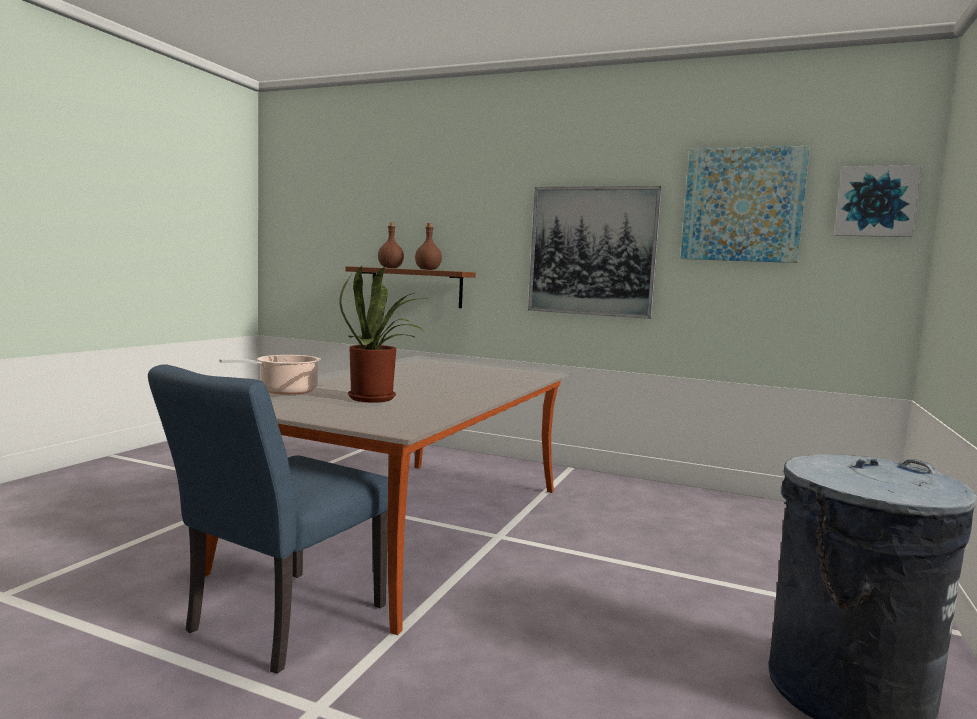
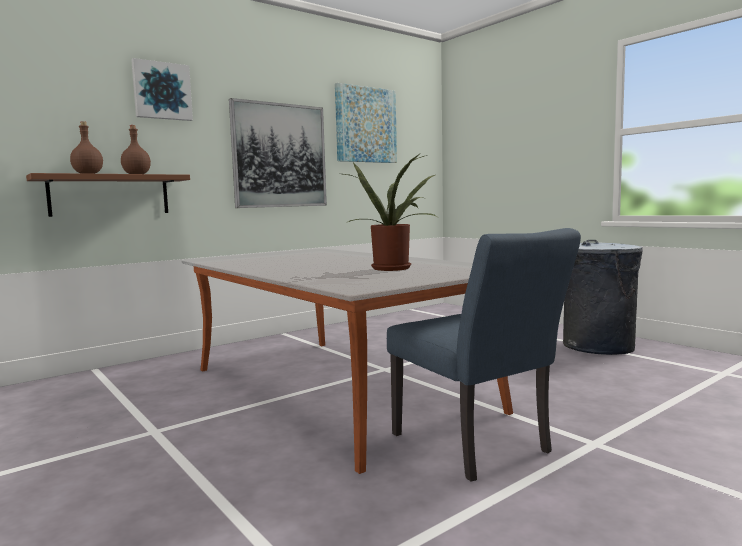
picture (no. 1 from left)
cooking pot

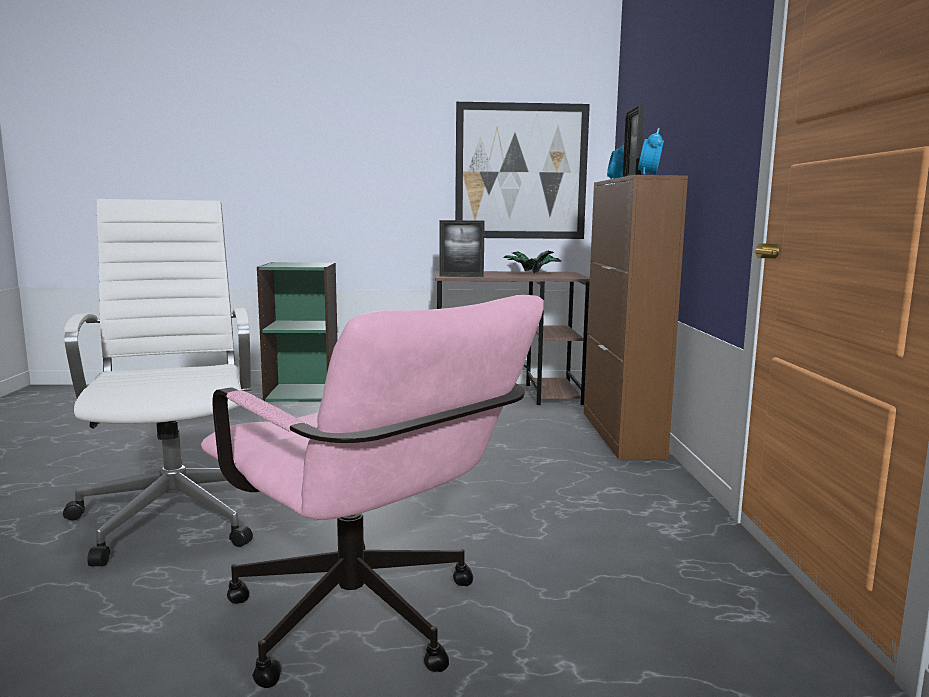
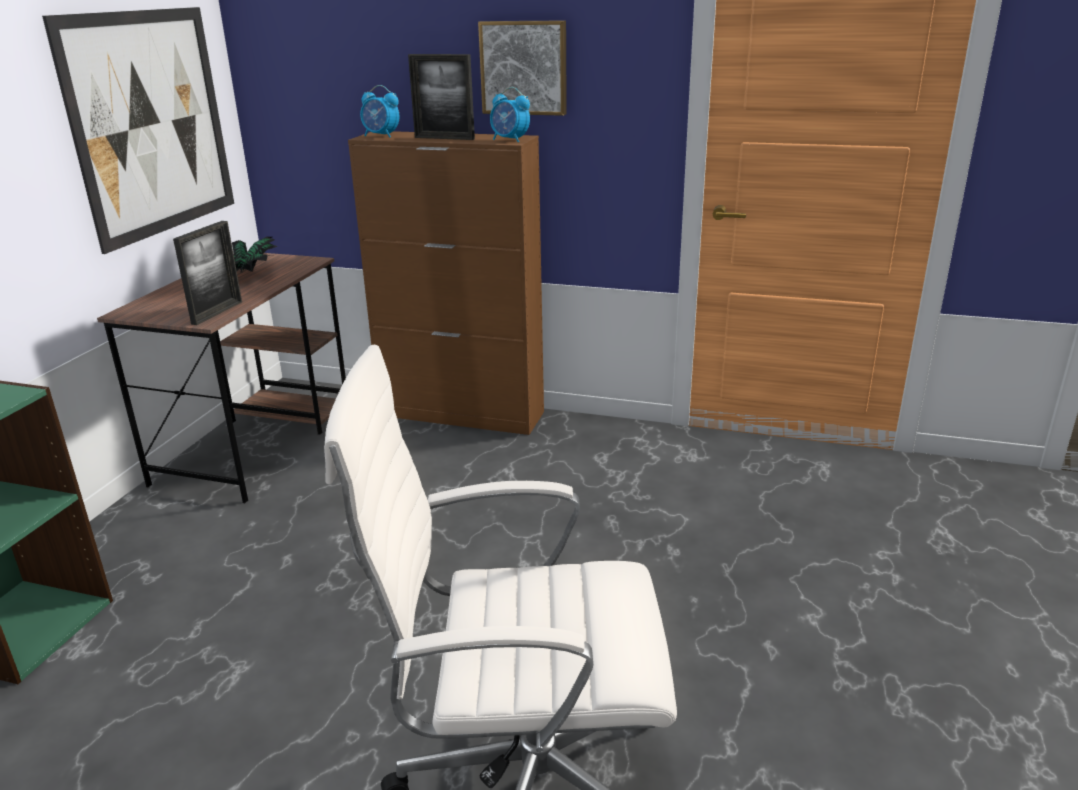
office chair/pink
picture (no. 2 from left)

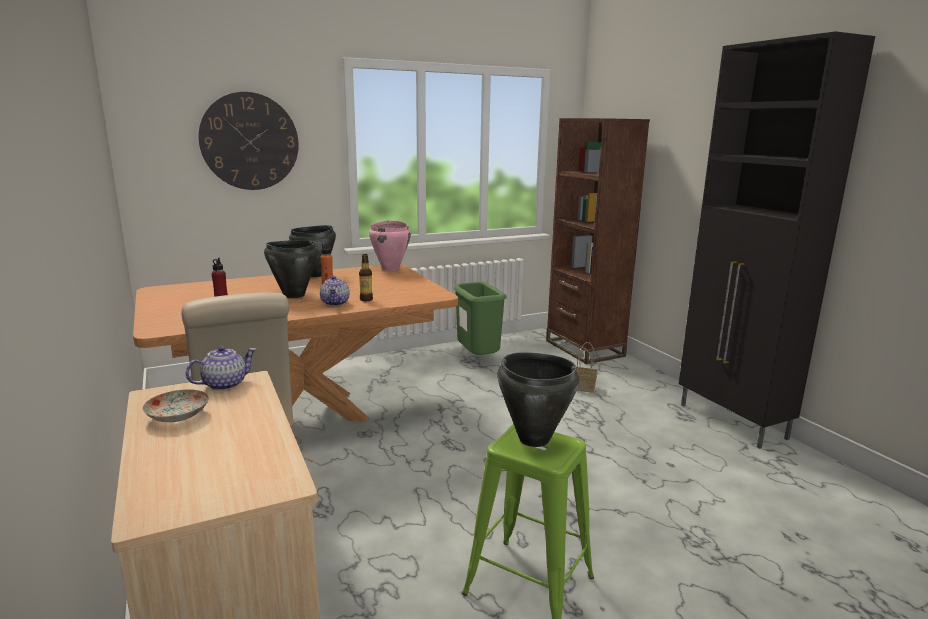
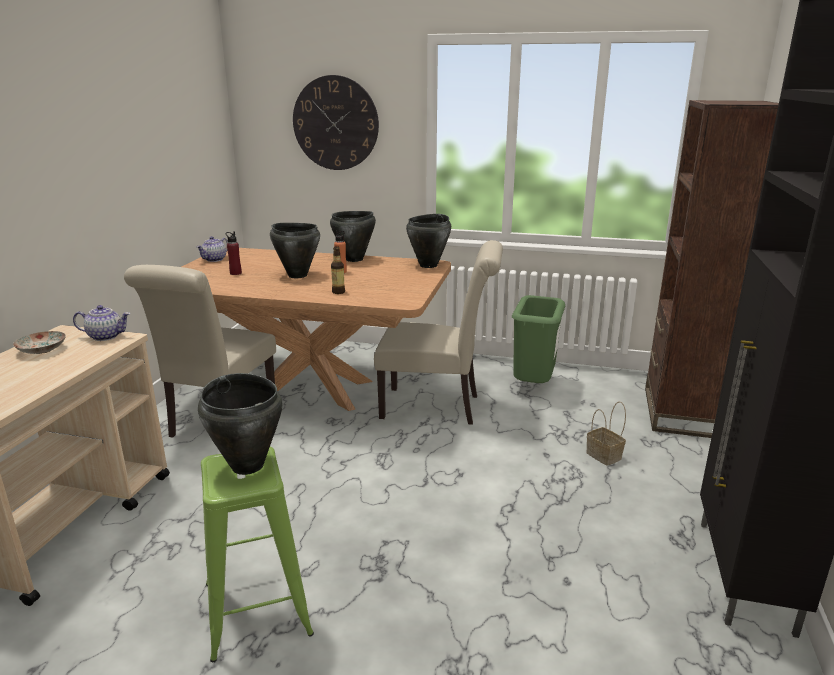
cooking pot/black (no. 4 from left)
teapot (no. 2 from left)
chair/beige (no. 2 from left)

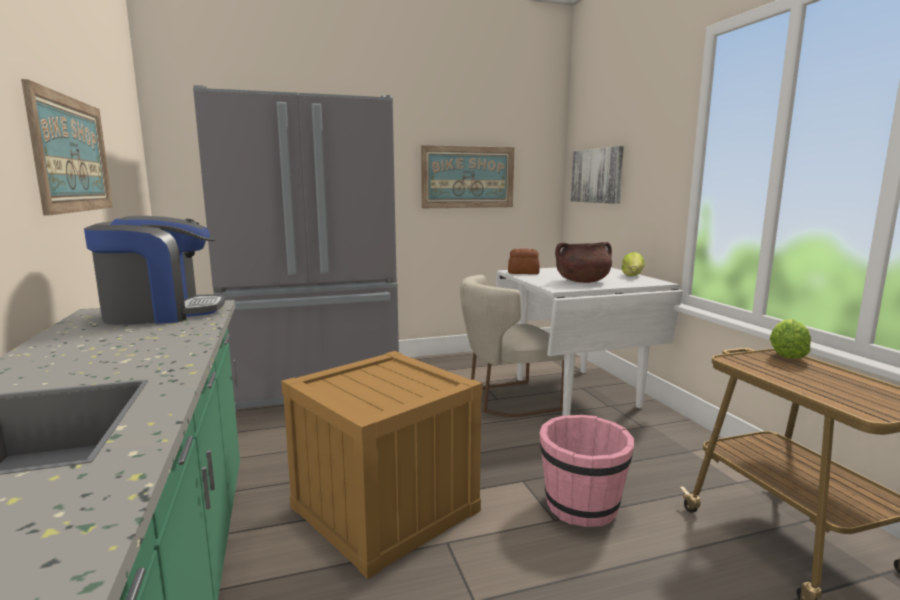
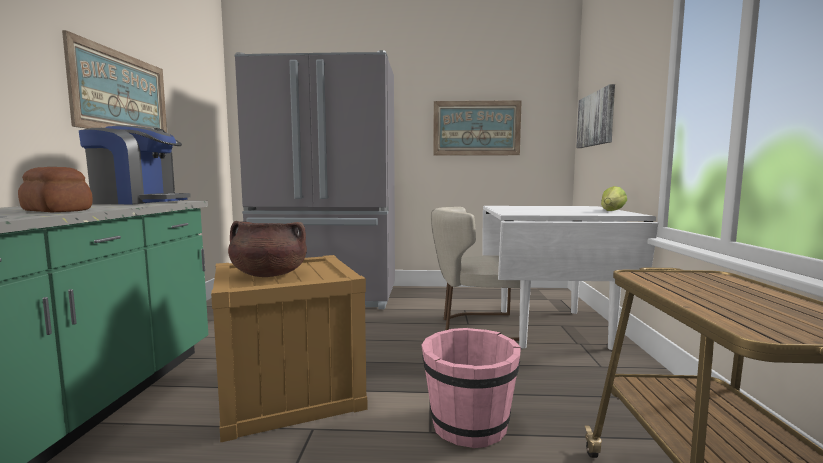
cooking pot/brown
bread
lettuce (no. 2 from left in the first image)

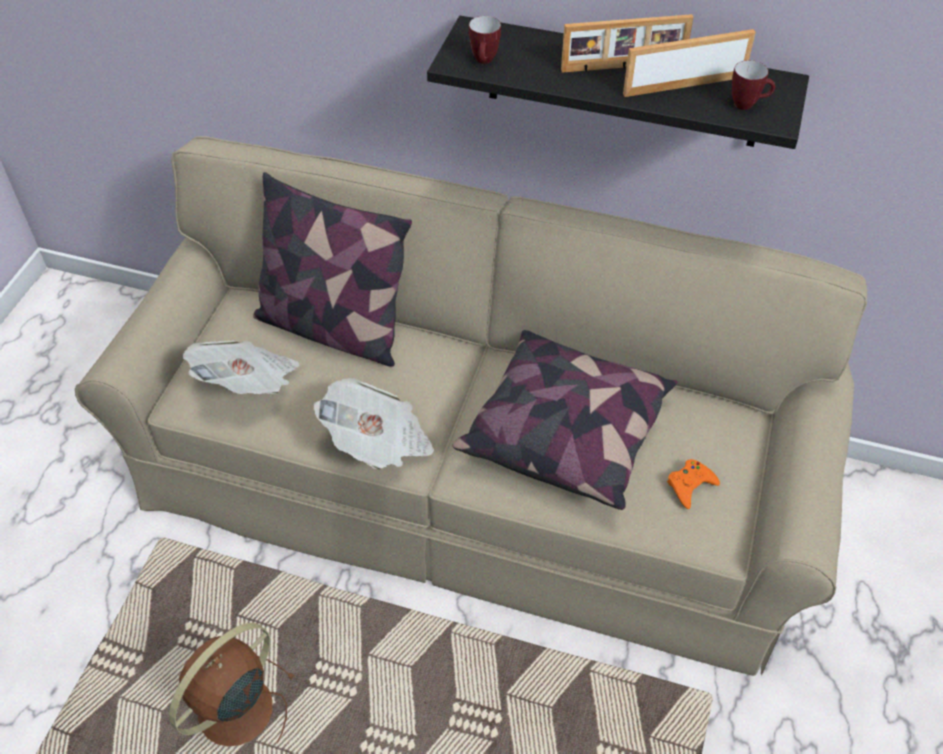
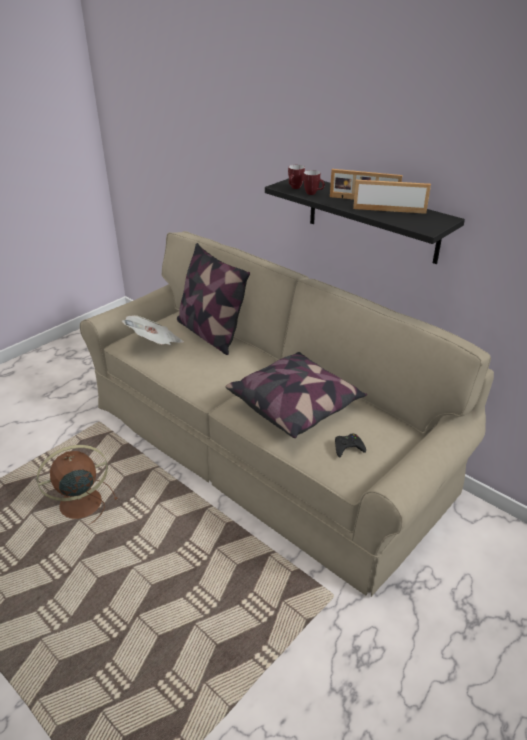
mug (no. 2 from left)
newspaper (no. 2 from left in the first image)
game controller/black

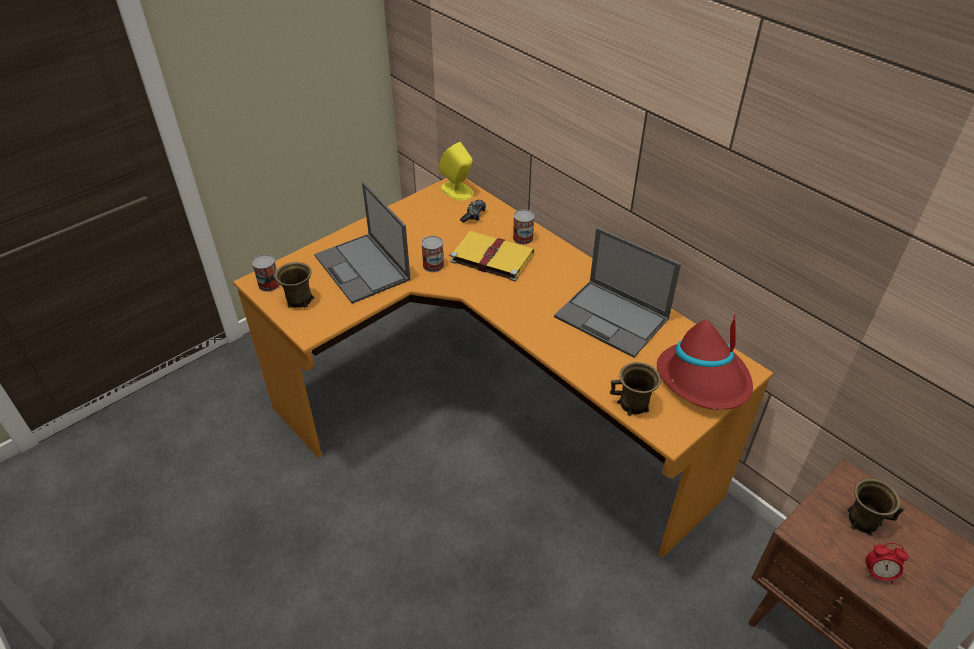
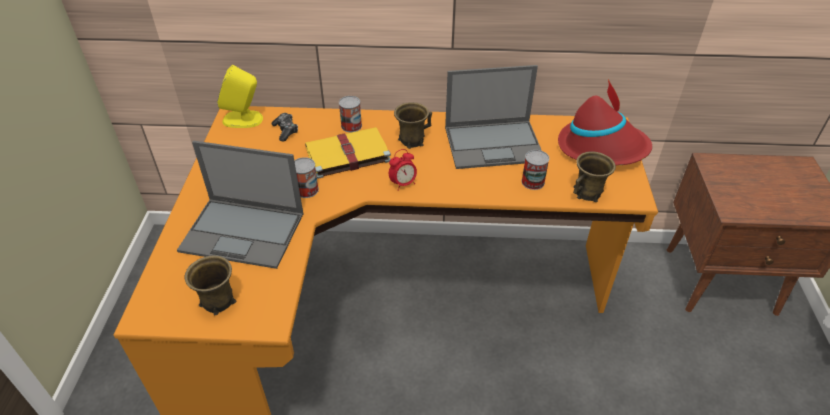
can (no. 3 from left)
mug/brown (no. 2 from left)
alarm clock

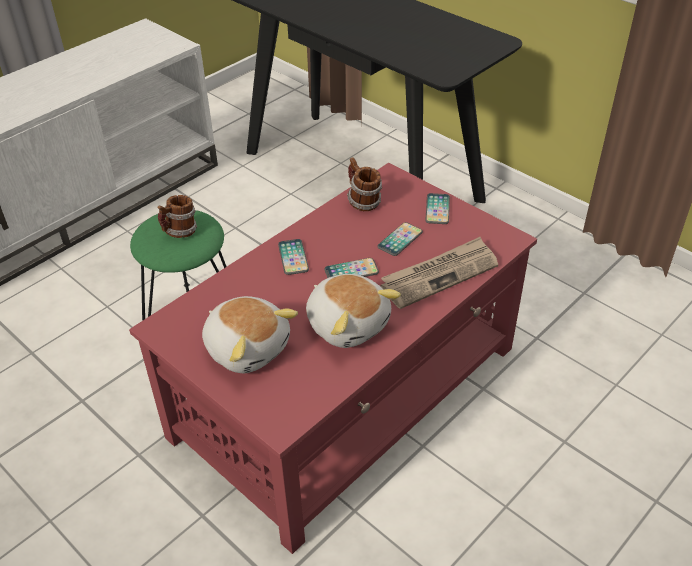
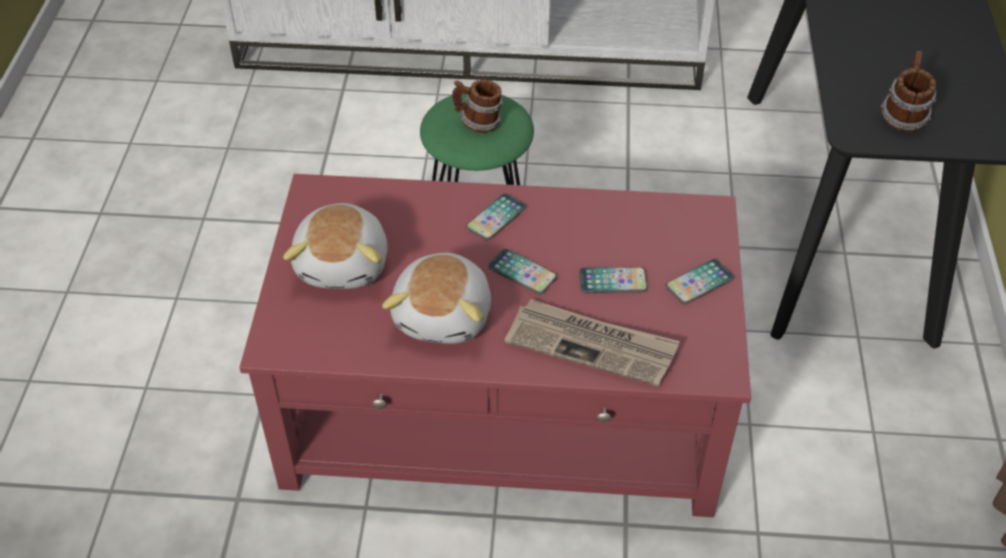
mug (no. 2 from left)

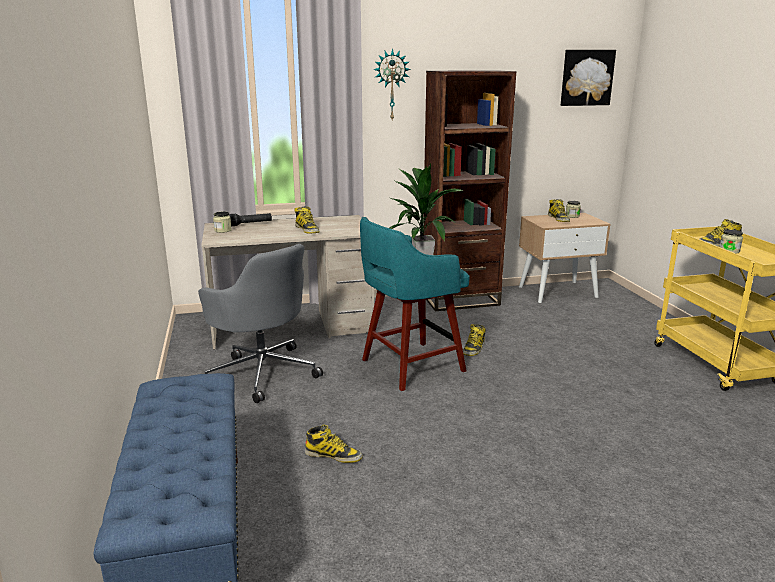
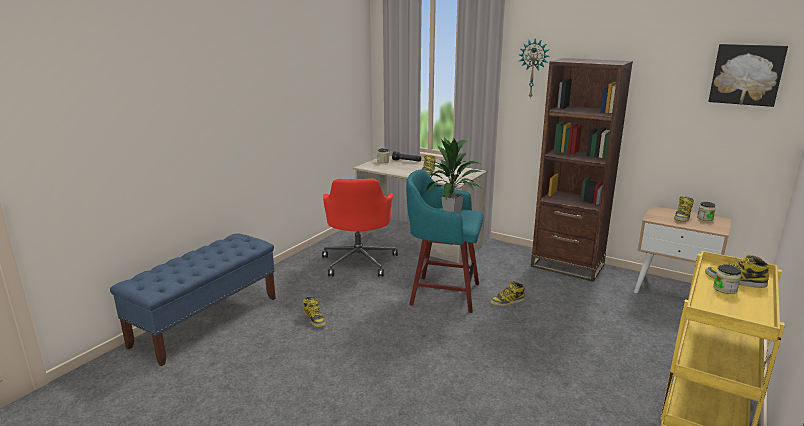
office chair/red

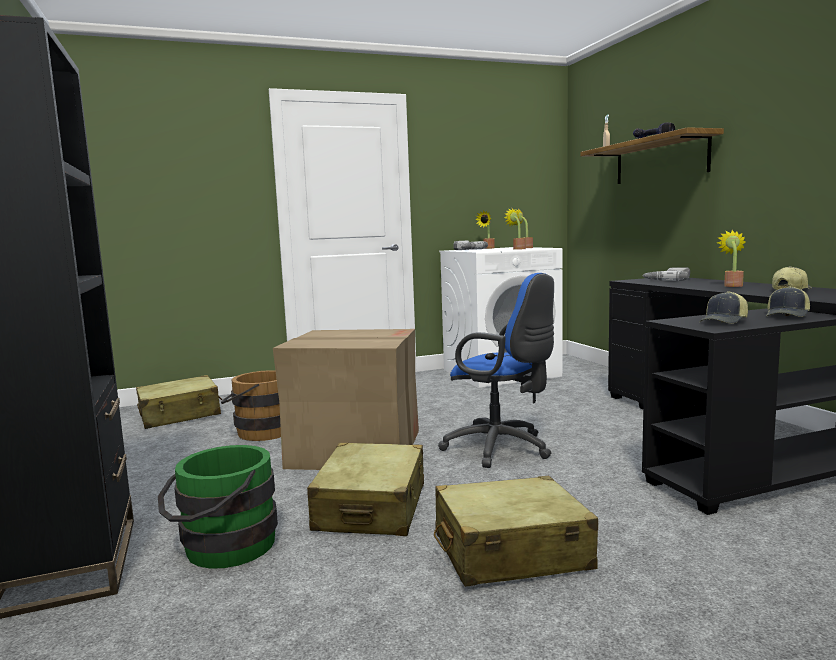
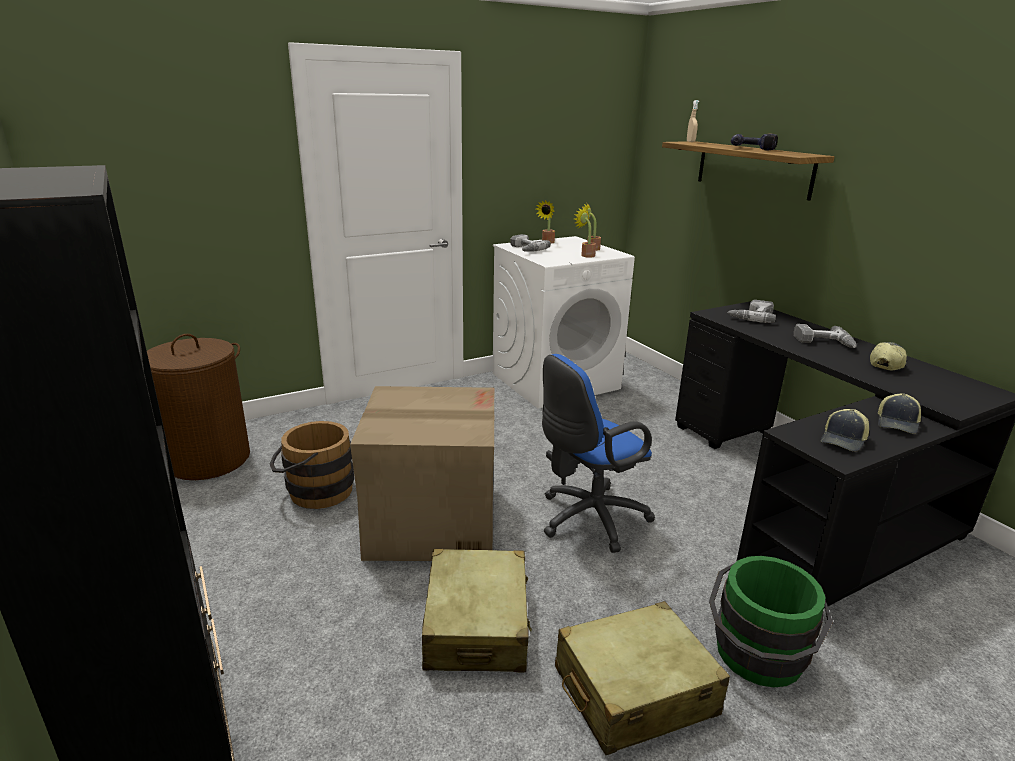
power drill (no. 4 from left)
office chair/blue
laundry basket/brown
bucket/green

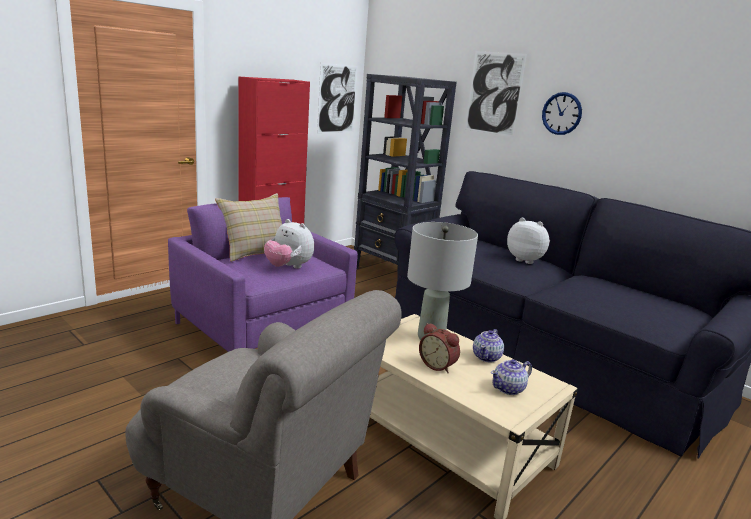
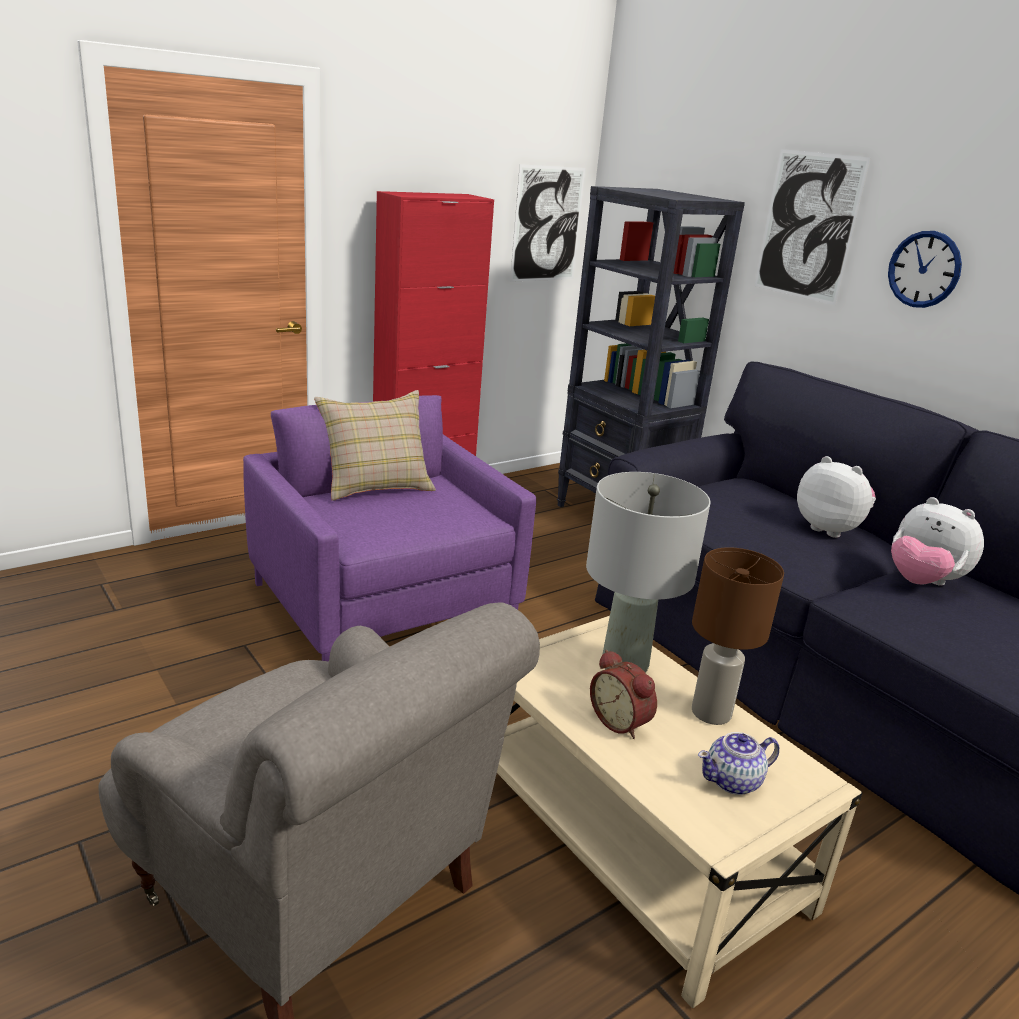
plush toy (no. 2 from left)
table lamp/brown

